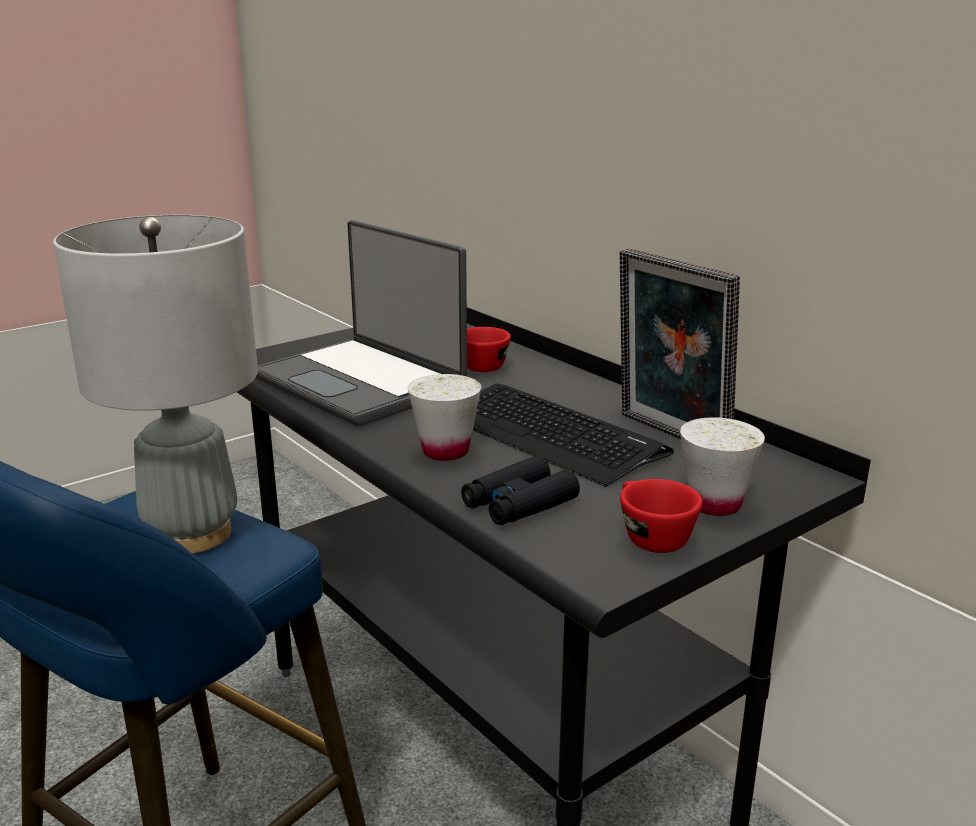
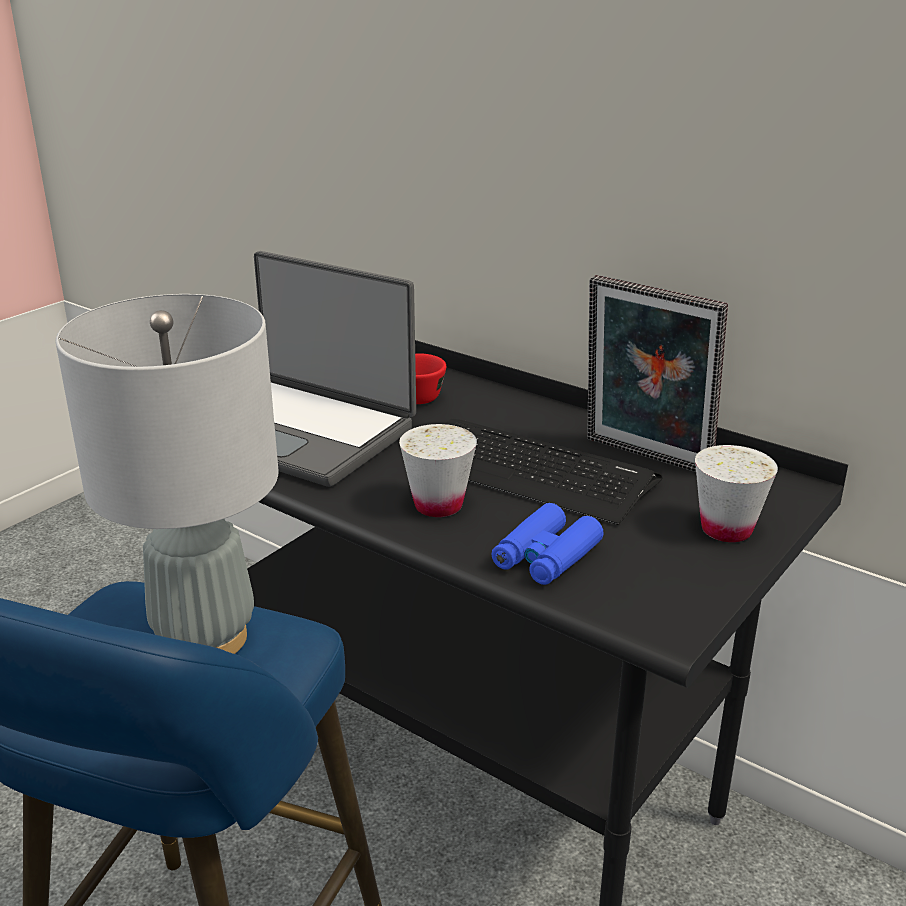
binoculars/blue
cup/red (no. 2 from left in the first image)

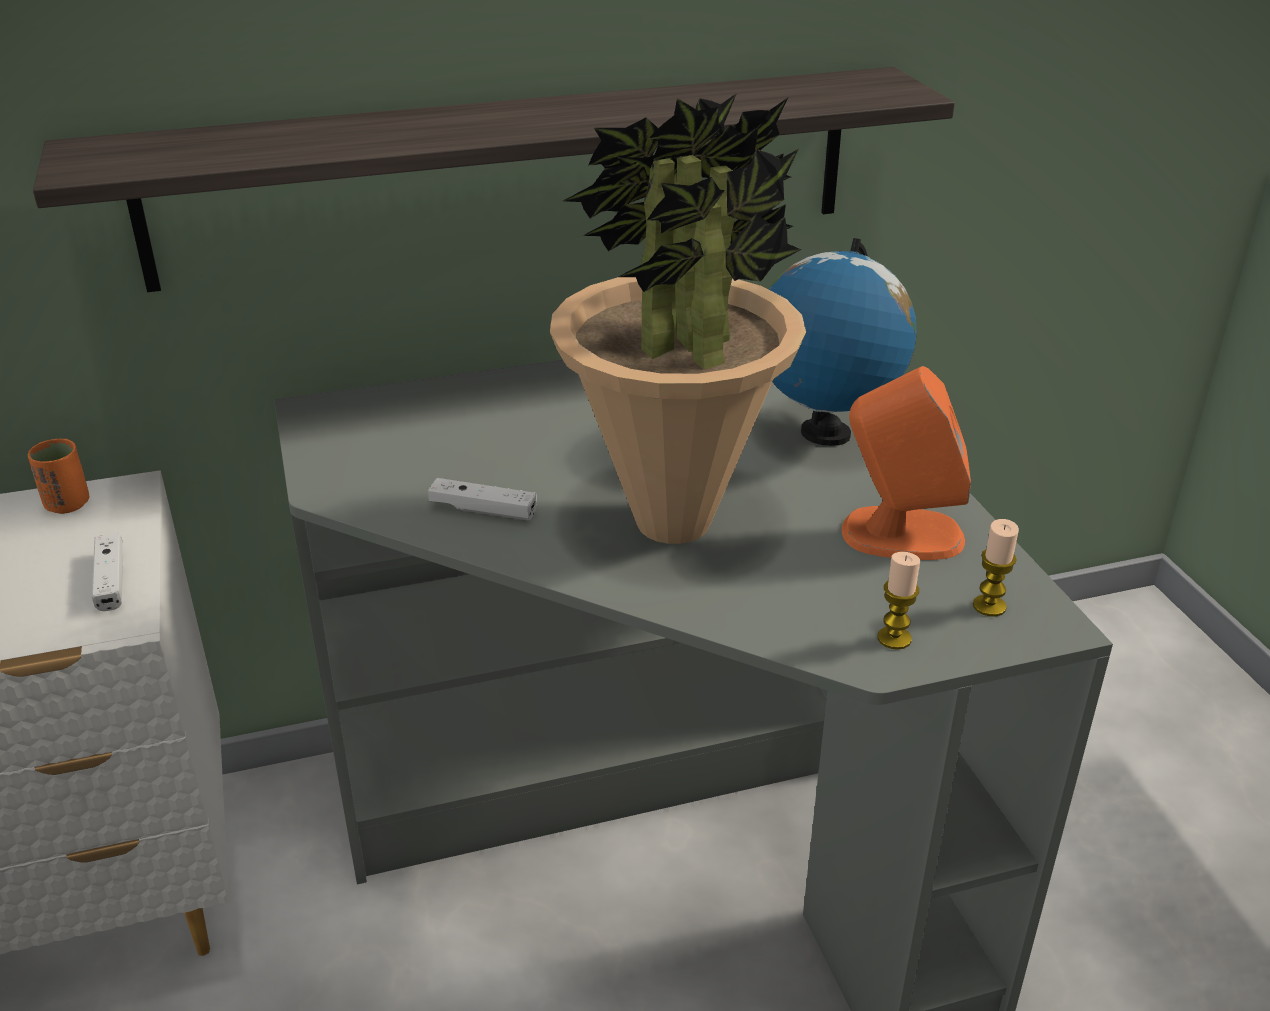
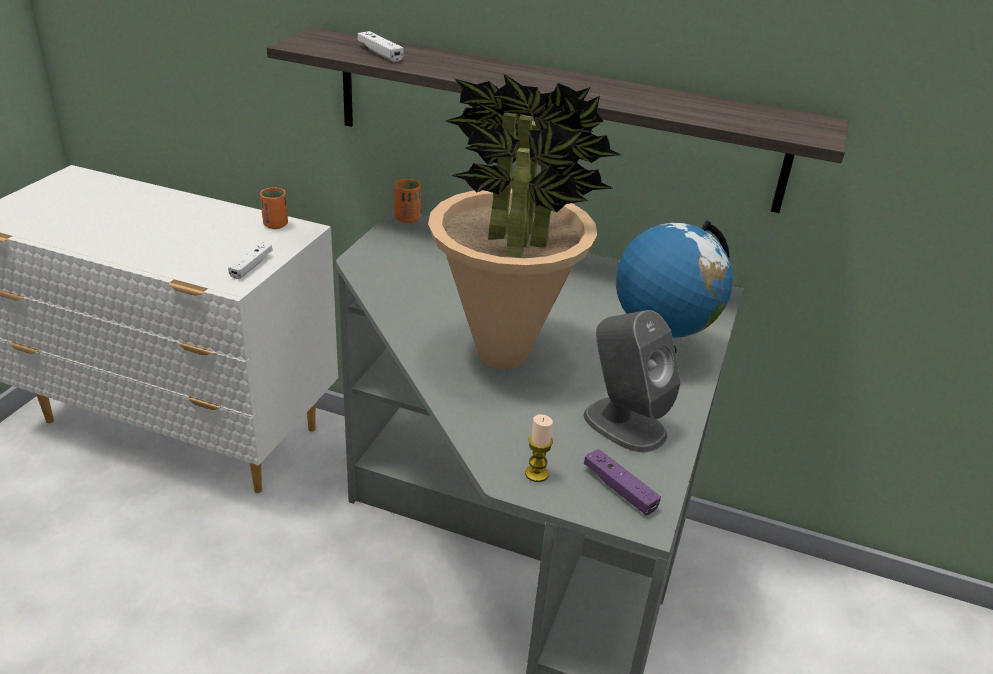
speaker/grey
game controller/white (no. 2 from left)
game controller/purple
cup/orange (no. 2 from left)

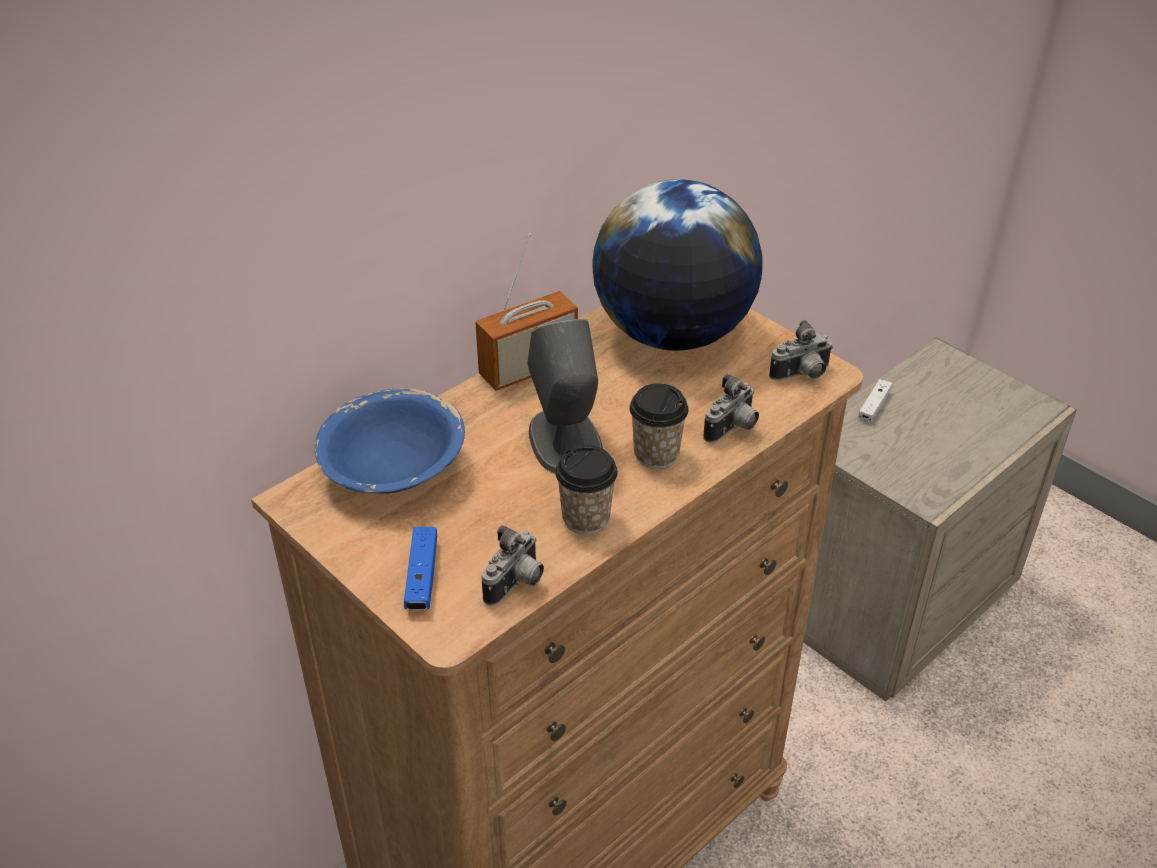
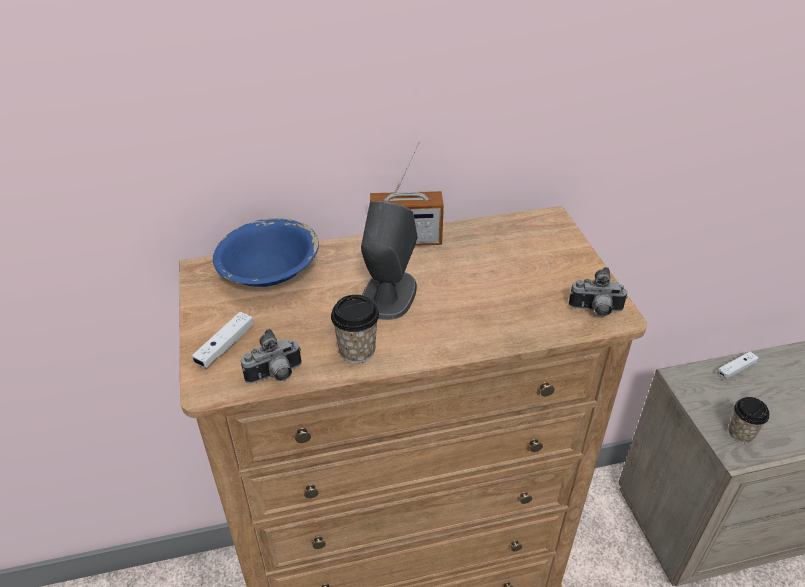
globe
photo camera (no. 2 from left in the first image)
cup (no. 2 from left)
game controller/white (no. 1 from left)

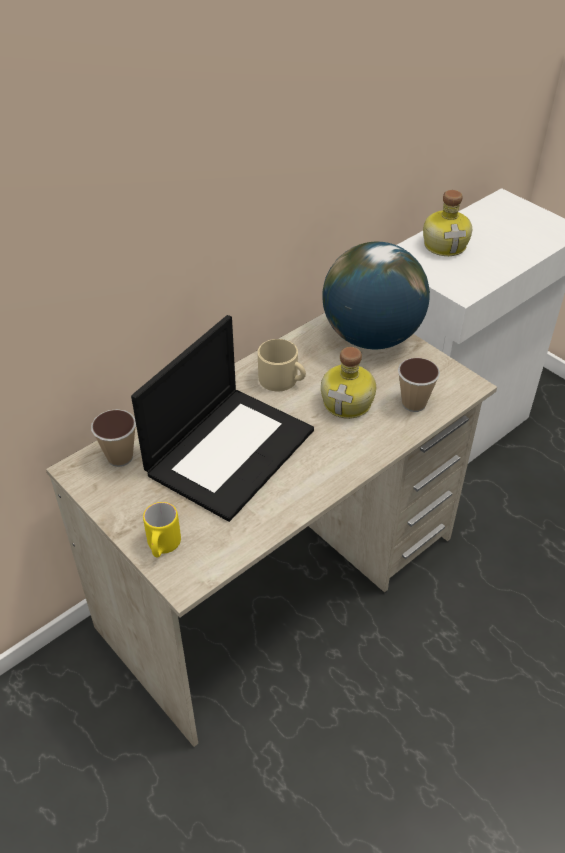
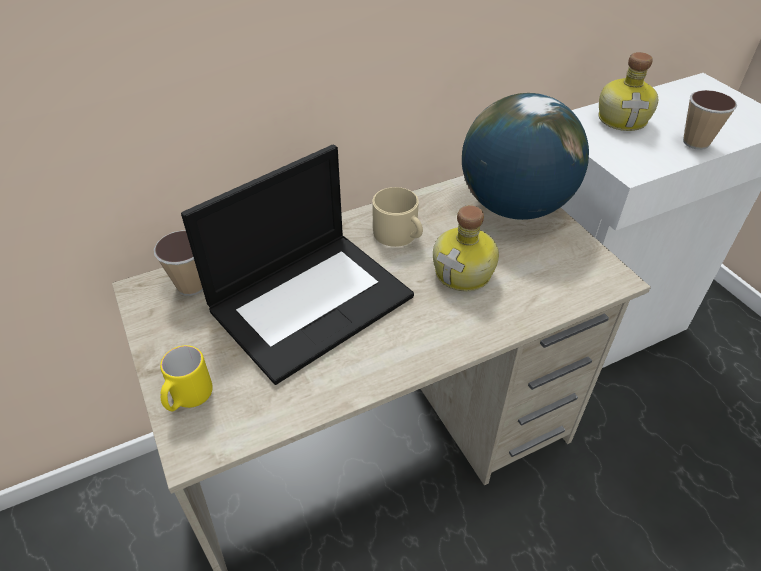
cup (no. 2 from left)

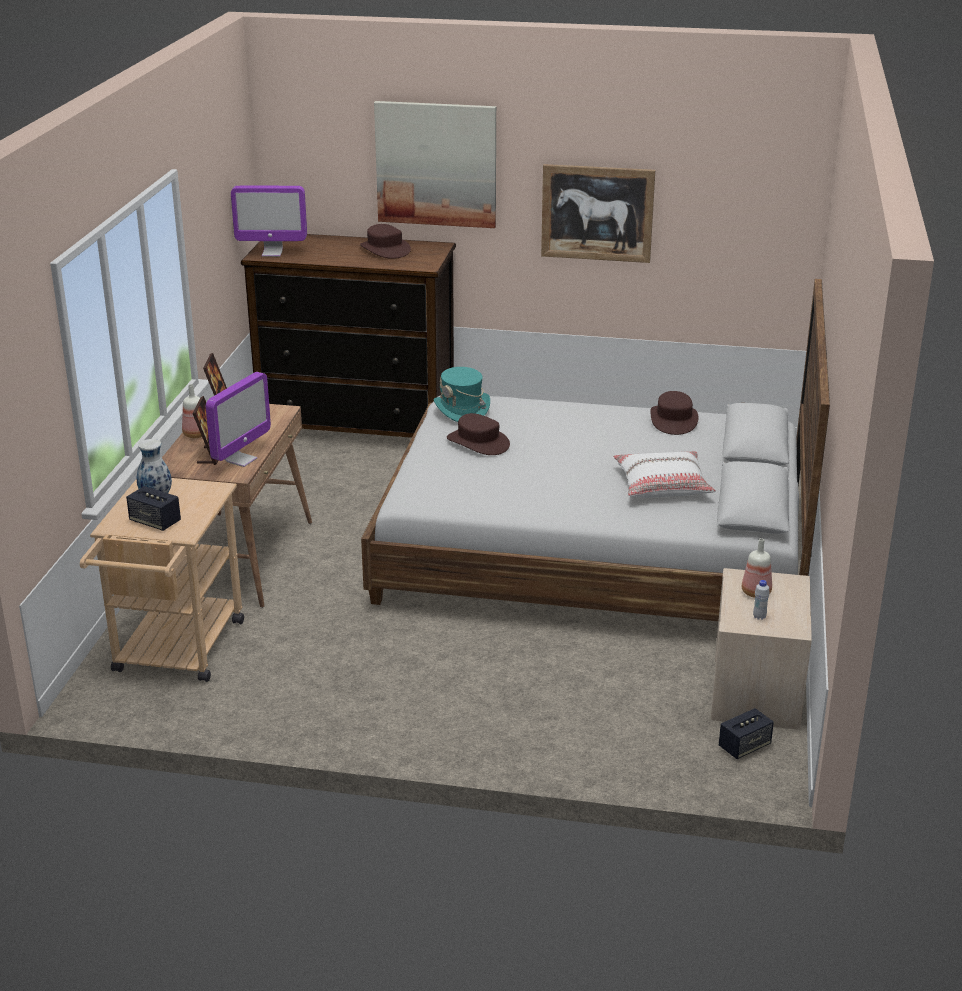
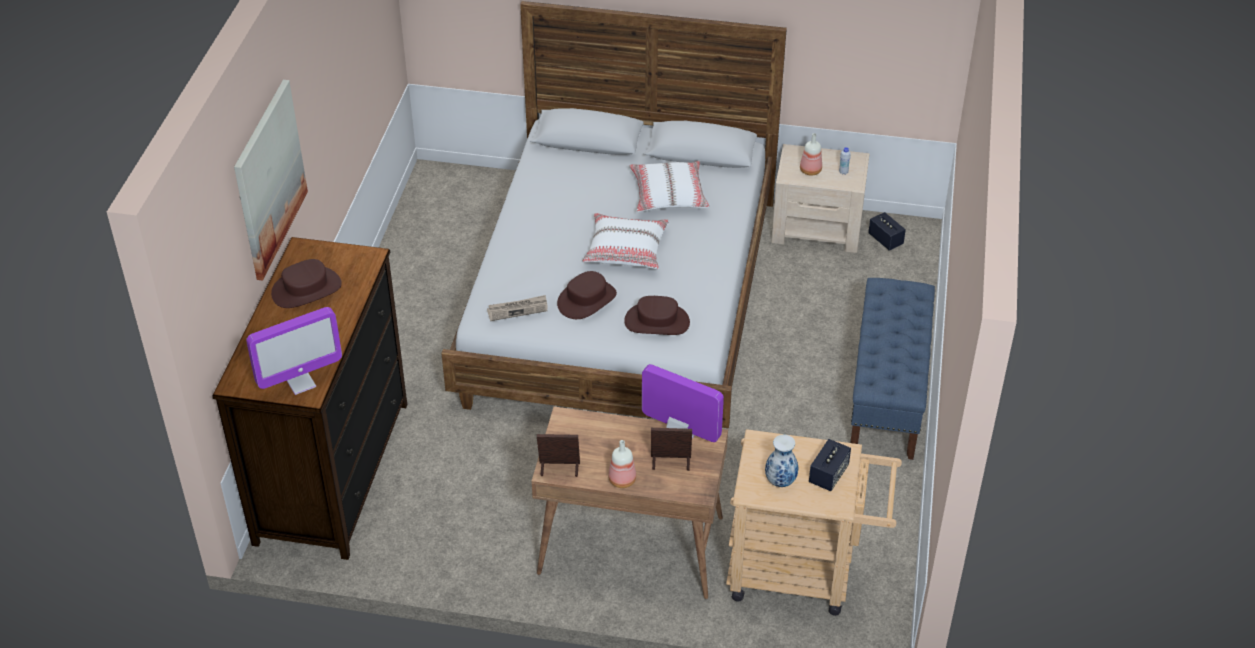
picture (no. 2 from left in the first image)
monitor (no. 1 from left)
newspaper
hat/brown (no. 3 from left)
pillow/white (no. 1 from left)
bench/blue

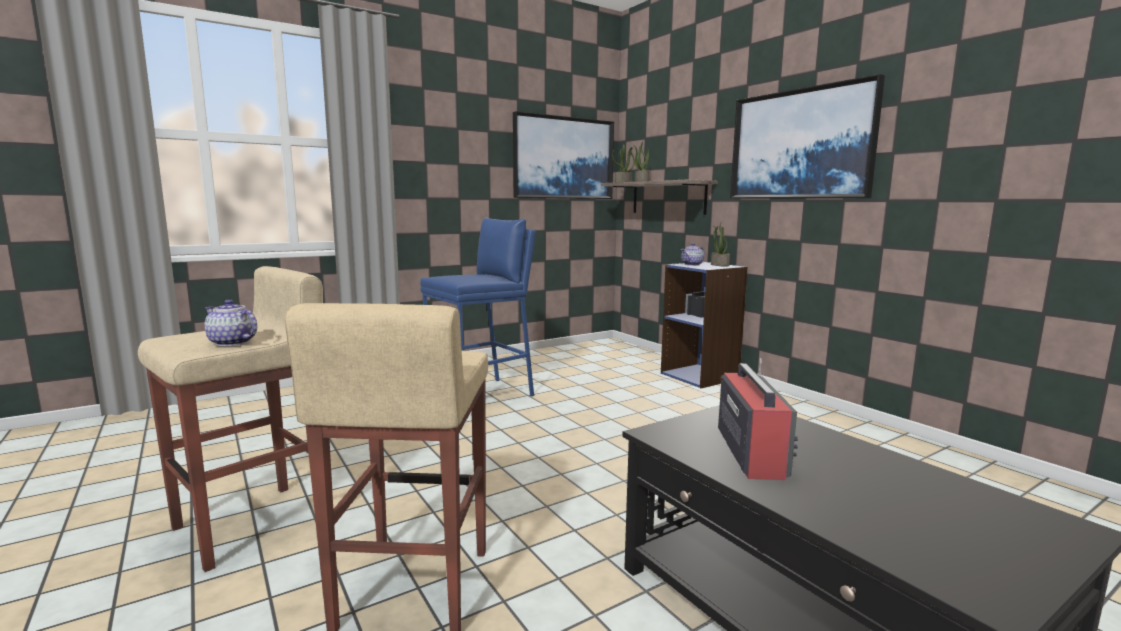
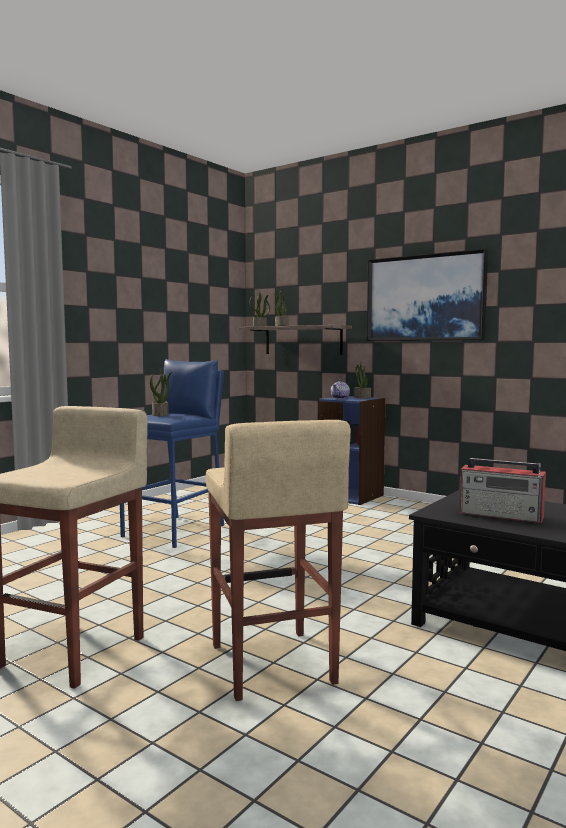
picture (no. 1 from left in the first image)
teapot (no. 1 from left in the first image)
radio
potted plant (no. 1 from left)

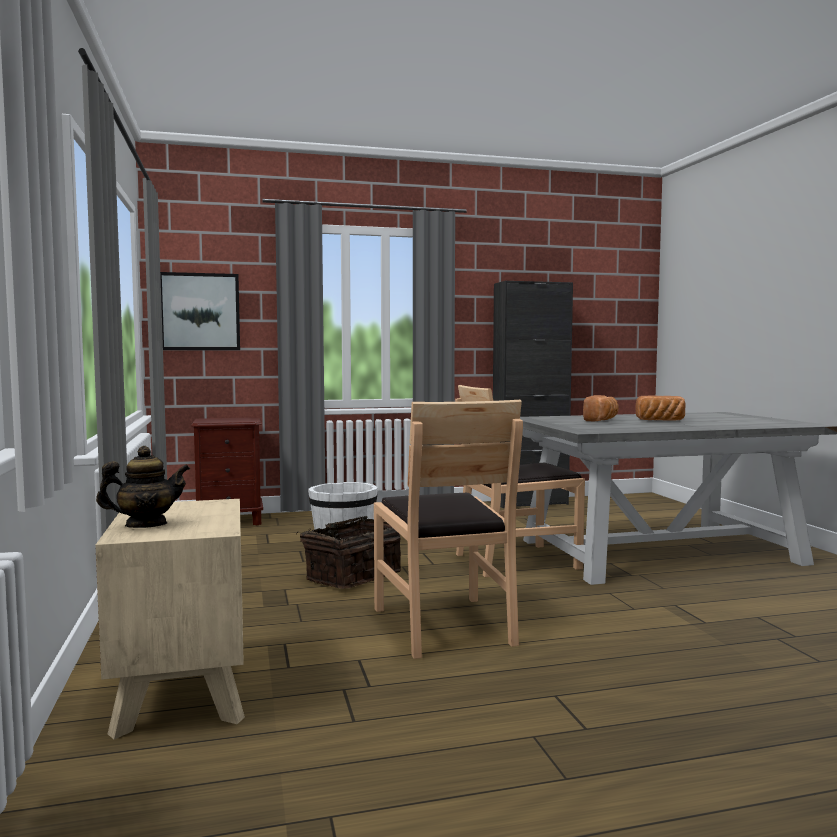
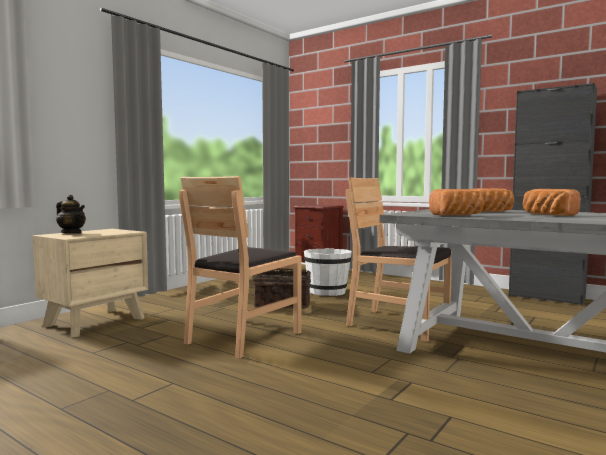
picture
bread (no. 1 from left)

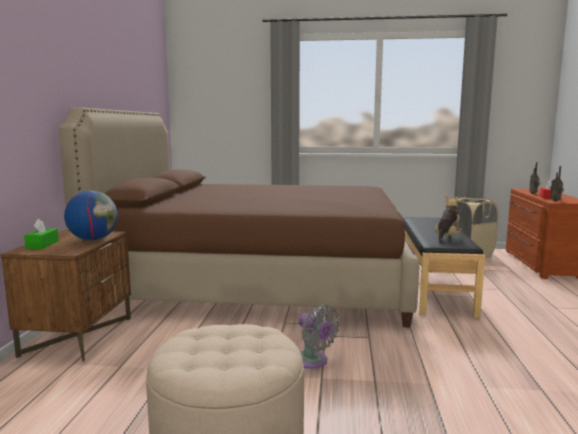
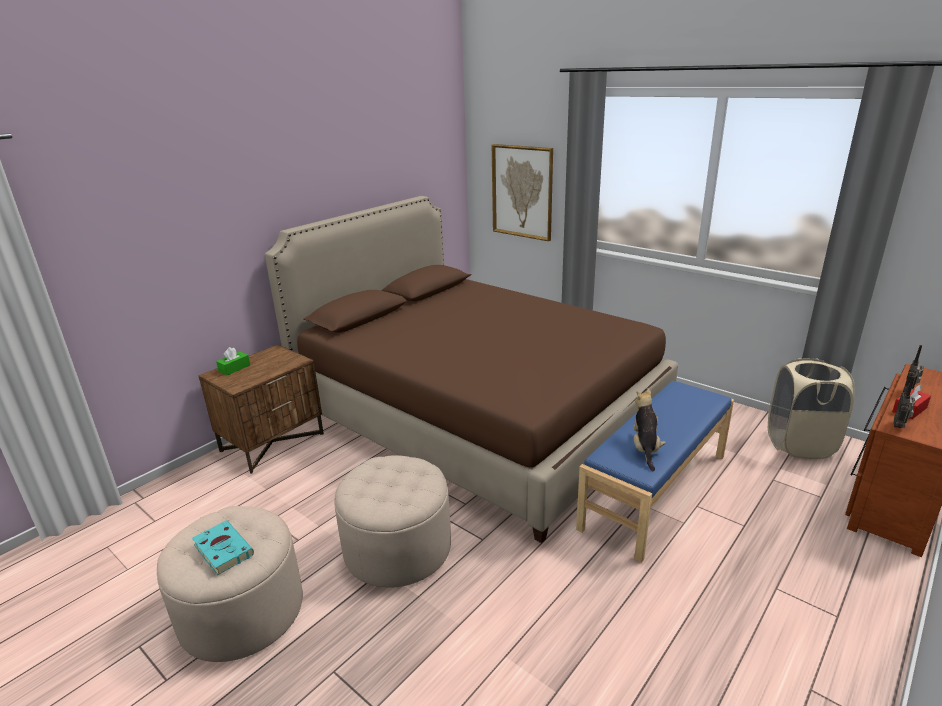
globe
plush toy
bench/blue
ottoman/beige (no. 2 from left)
picture
book/turquoise

